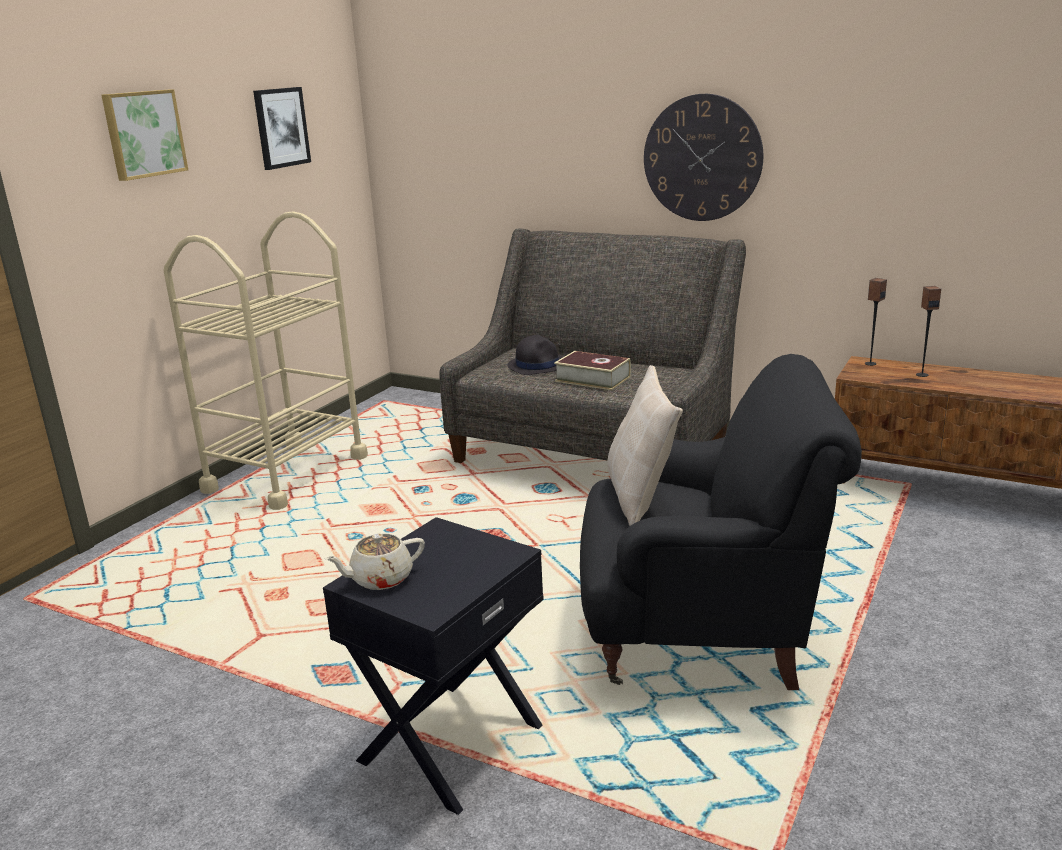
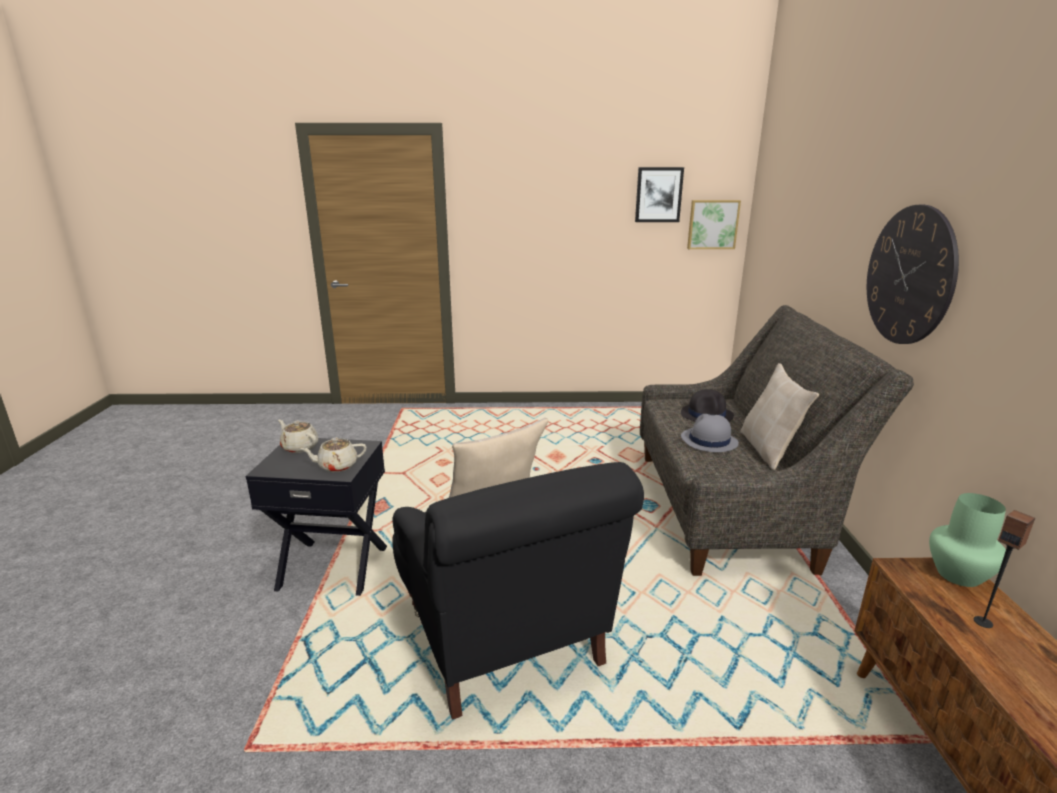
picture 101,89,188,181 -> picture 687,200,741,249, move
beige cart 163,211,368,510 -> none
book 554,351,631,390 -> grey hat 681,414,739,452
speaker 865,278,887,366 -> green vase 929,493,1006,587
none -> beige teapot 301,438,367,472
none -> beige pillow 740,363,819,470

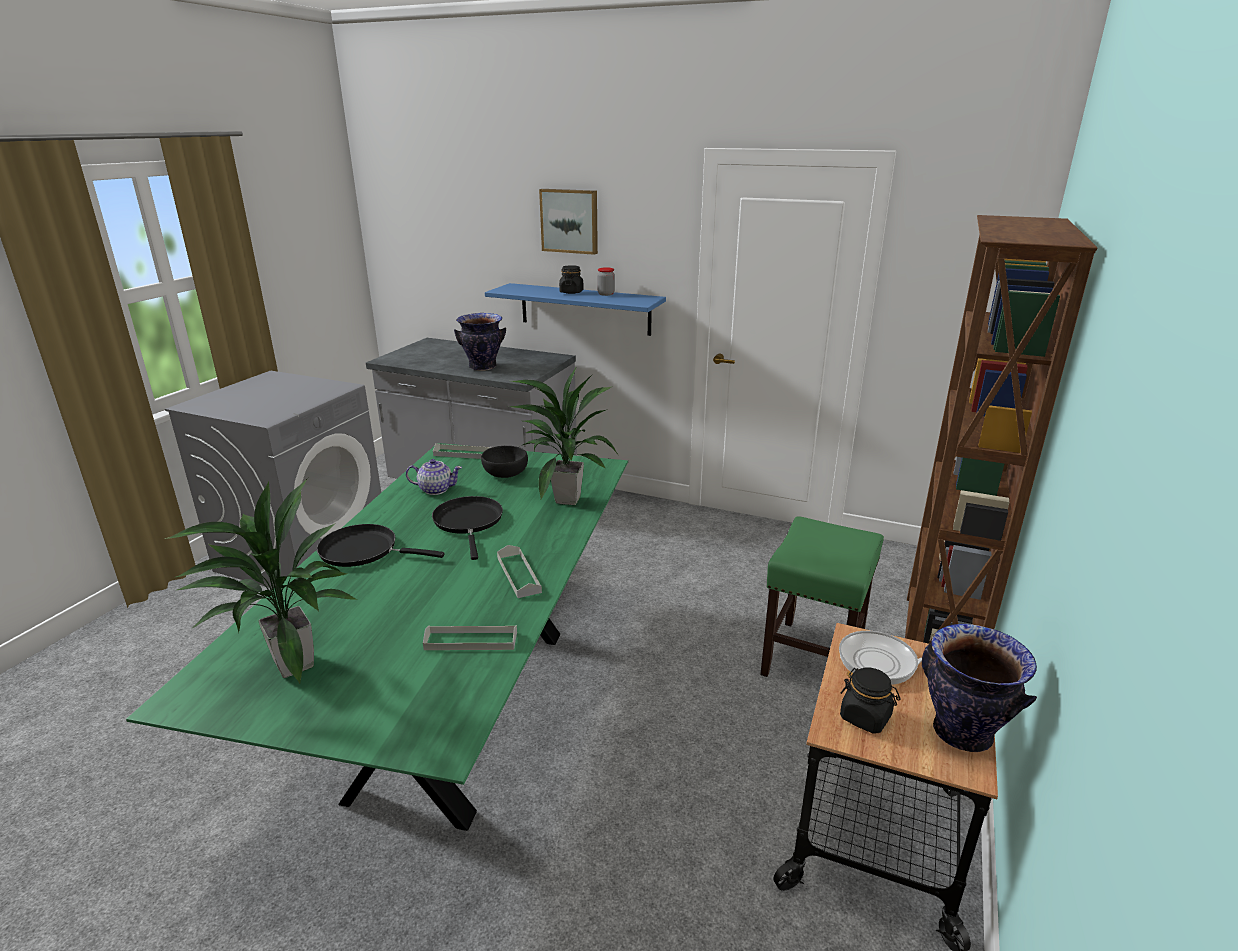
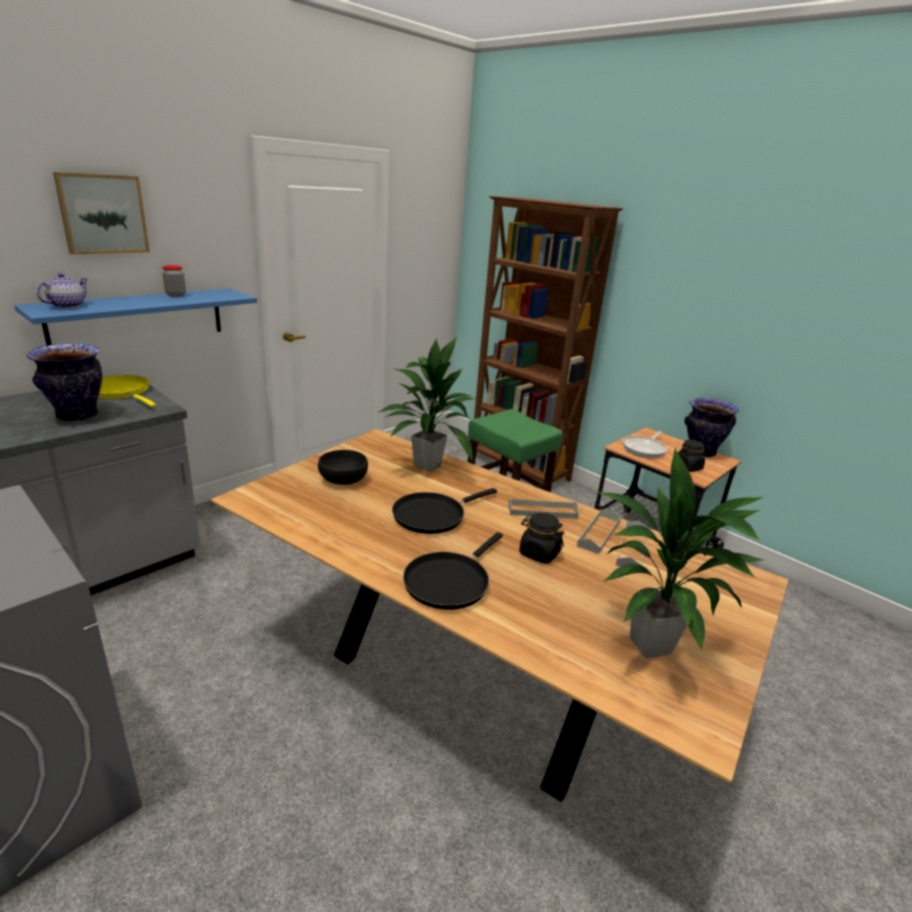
green dining table 126,443,628,831 -> brown dining table 211,429,789,802
teapot 406,459,462,495 -> teapot 36,273,88,308, move
black frying pan 432,496,503,560 -> black frying pan 392,488,497,534, 45 degrees counterclockwise
grey tray 433,443,492,459 -> grey tray 577,508,621,554, move
black jar 559,265,584,294 -> black jar 519,512,565,564, move
none -> yellow frying pan 98,375,156,407

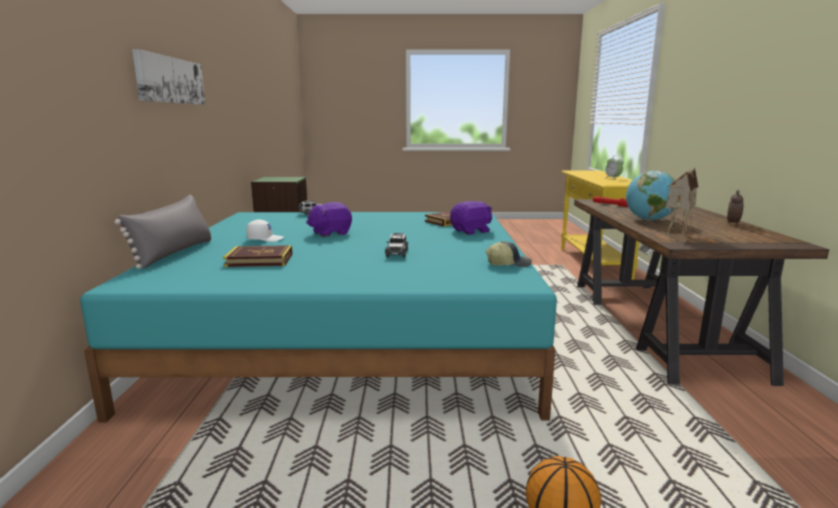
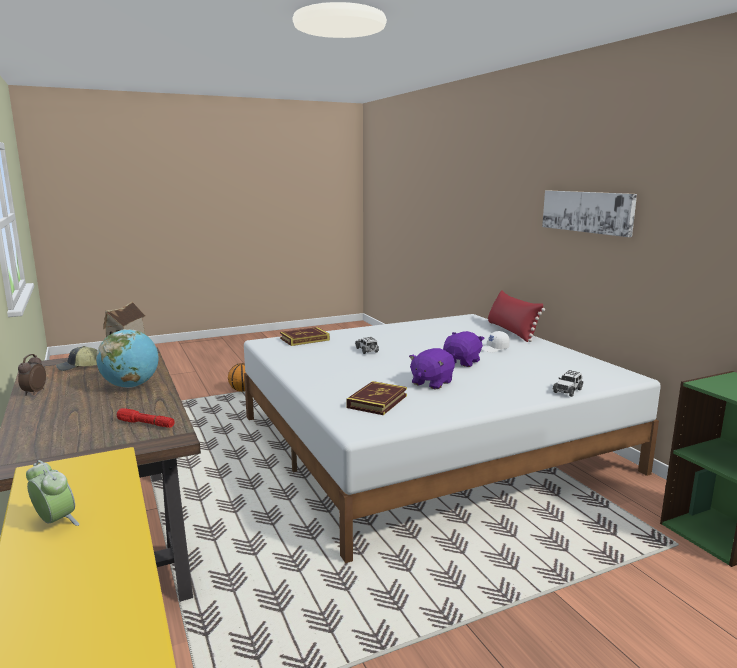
turquoise bed 80,212,557,423 -> white bed 244,314,661,563
grey pillow 114,194,211,269 -> red pillow 488,291,545,342
book 223,245,293,267 -> book 280,327,330,346, move
purple plush toy 450,201,492,235 -> purple plush toy 409,348,455,389, move
cap 486,241,532,267 -> cap 56,346,98,371, move

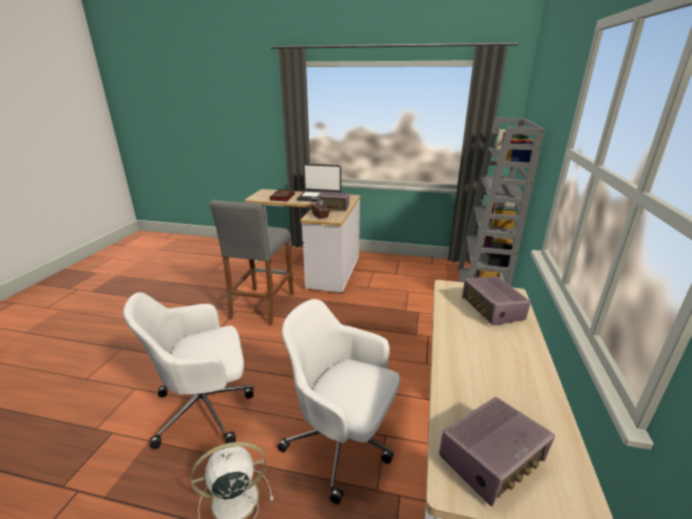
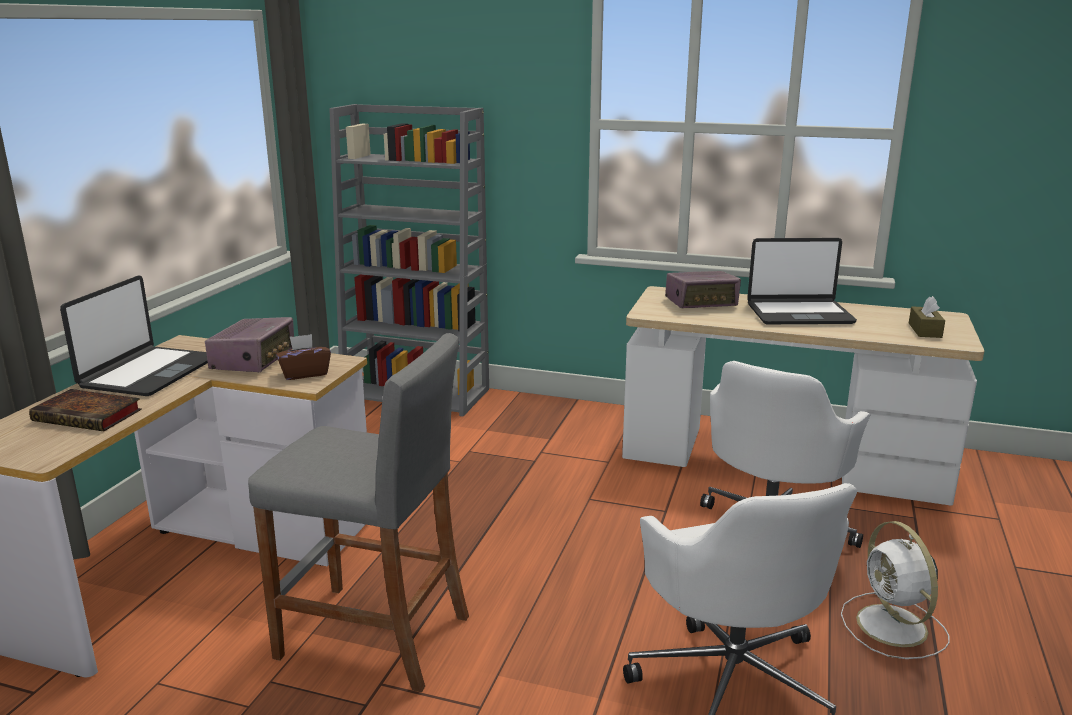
radio 439,397,555,507 -> brown tissue box 909,296,945,338
none -> laptop 747,238,857,324

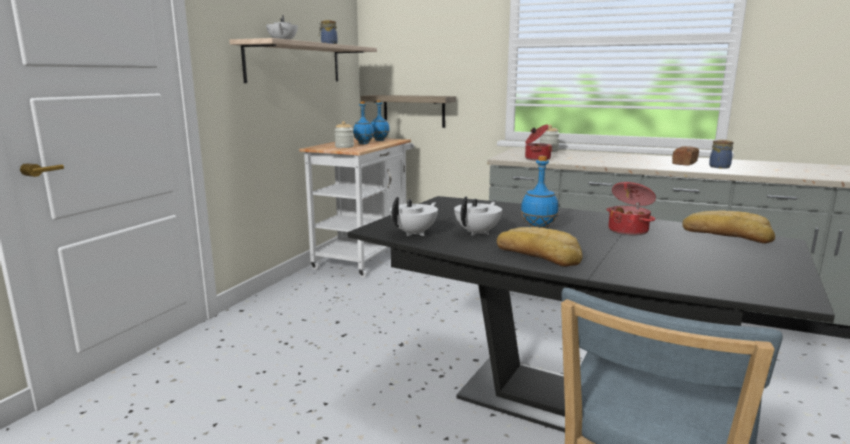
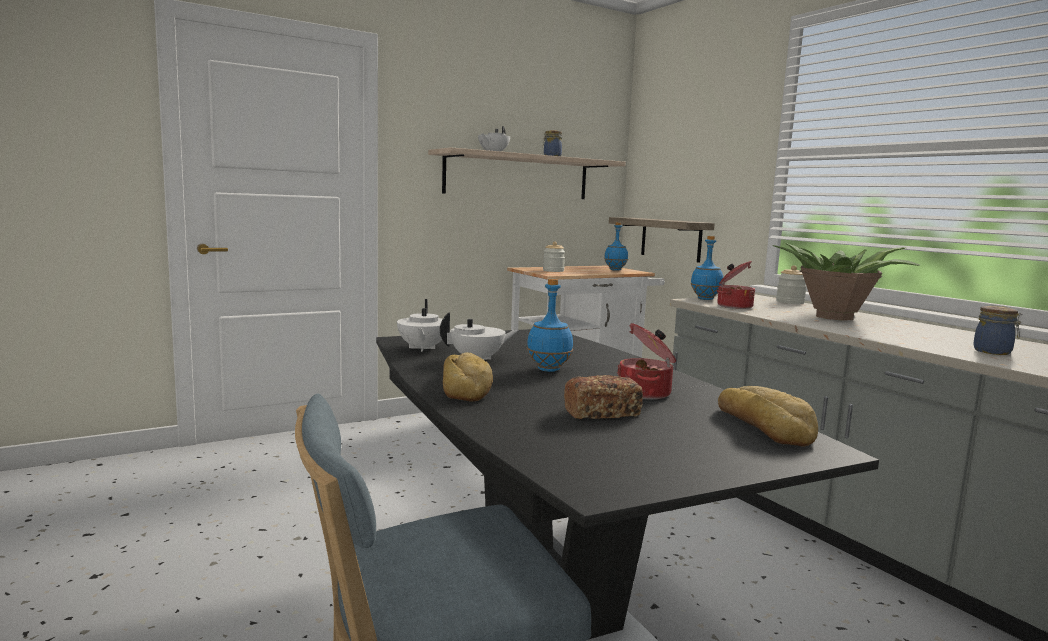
blue bottle 353,101,374,144 -> blue bottle 691,236,723,300, move
white teapot 390,197,438,236 -> white teapot 397,299,443,352, 105 degrees clockwise
bread 672,146,699,166 -> bread 564,375,643,419, move
none -> potted plant 772,243,920,321

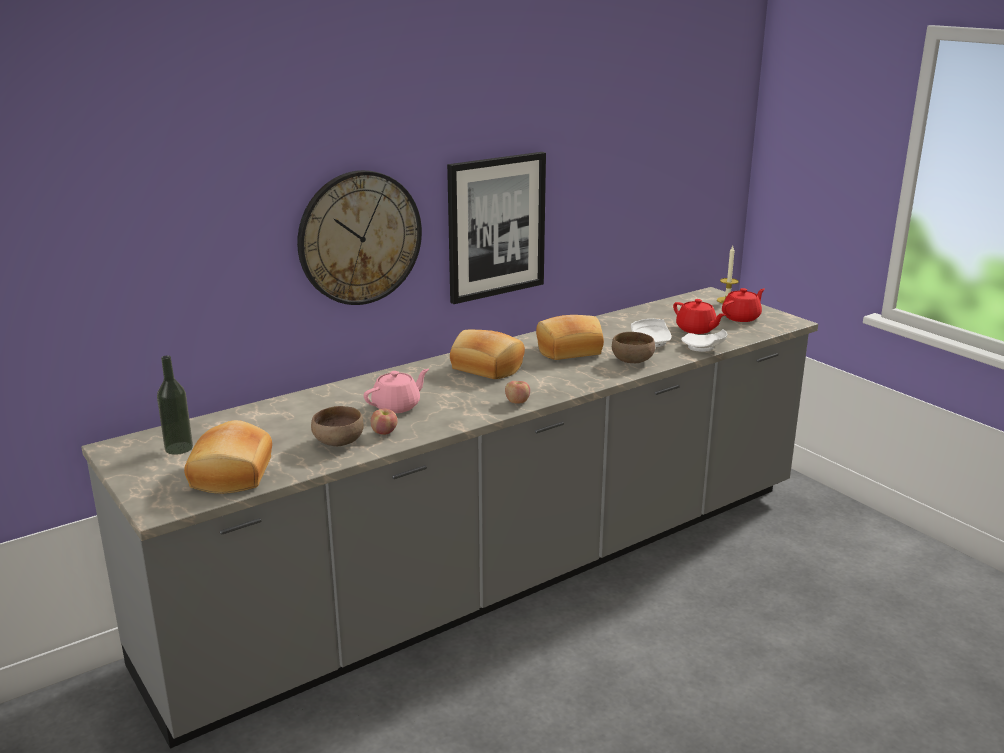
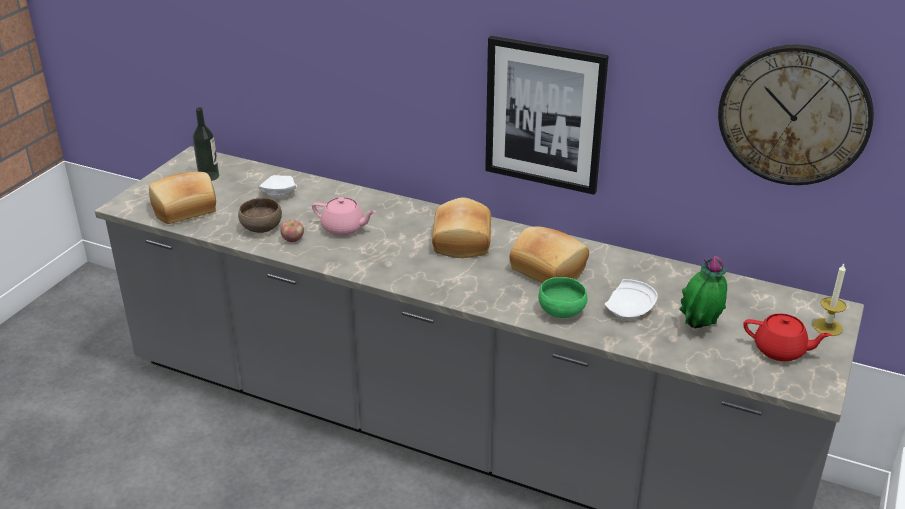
wall clock 297,170,422,305 -> wall clock 718,45,874,185, move
apple 505,381,530,404 -> none
brown bowl 612,332,655,363 -> green bowl 538,277,588,318
red teapot 673,299,726,334 -> potted plant 679,256,727,329
white plate 681,329,727,352 -> white plate 258,175,297,197, move

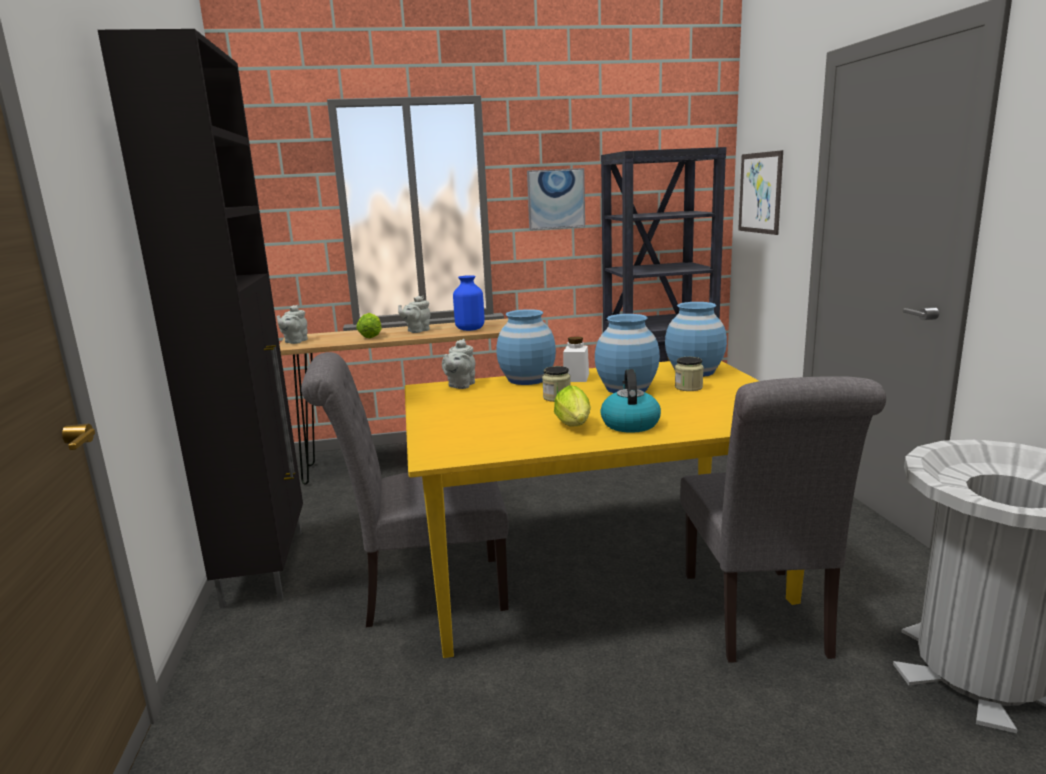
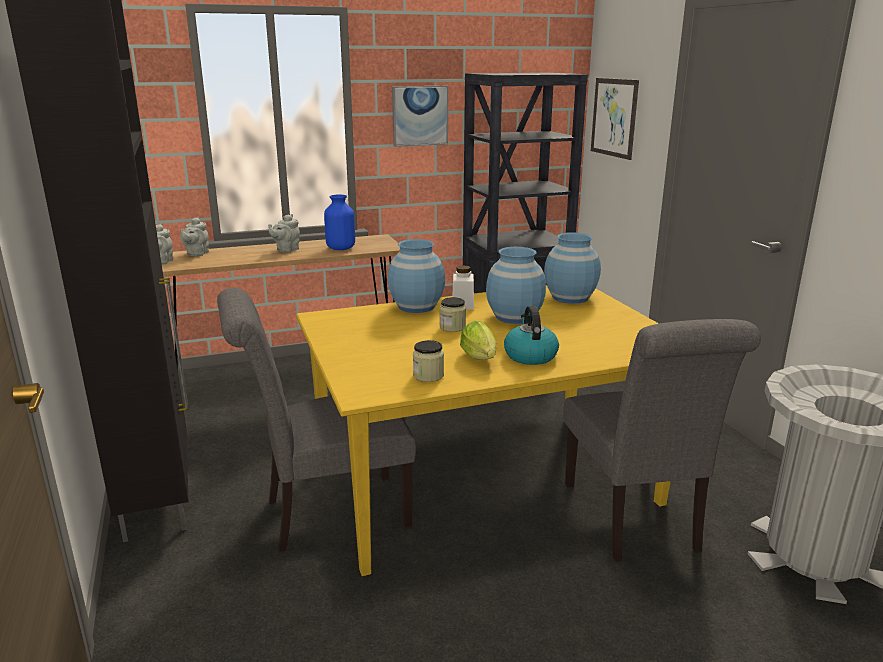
lettuce 356,313,382,338 -> none
grey teapot 442,339,475,389 -> grey teapot 180,217,209,256, move
jar 675,357,704,391 -> jar 413,340,444,382, move

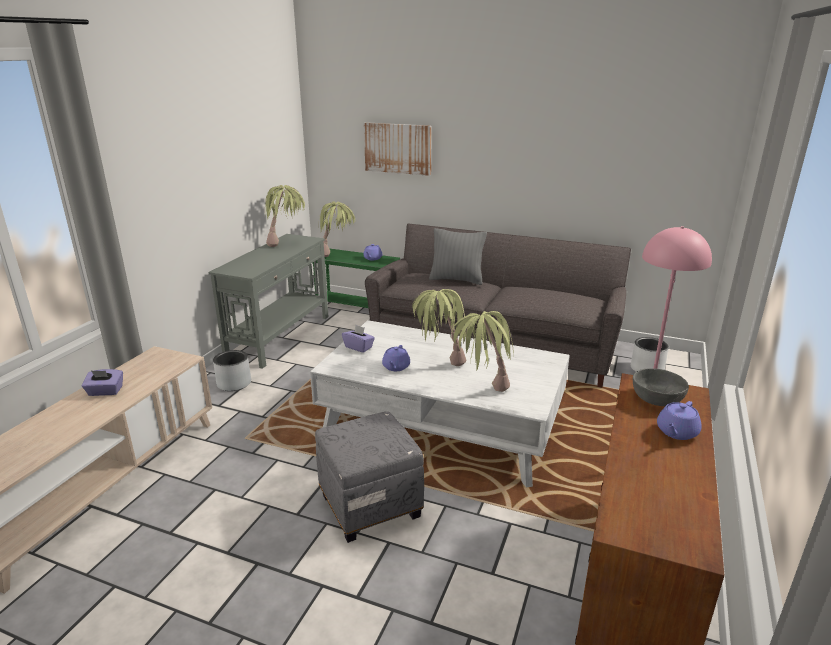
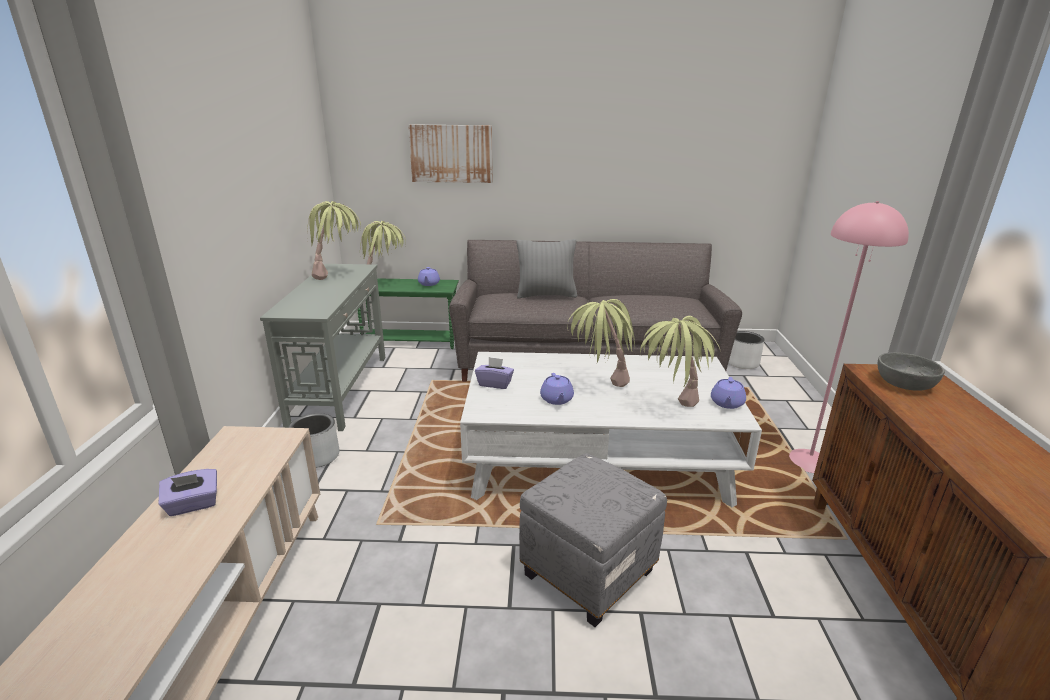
purple teapot 657,401,702,440 -> purple teapot 711,377,746,409, move

